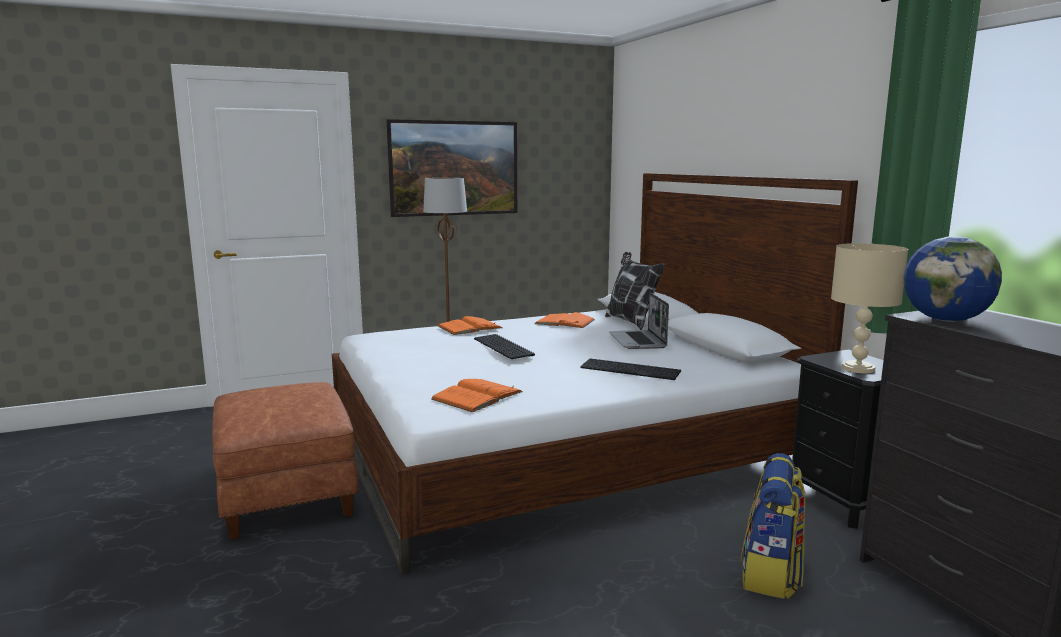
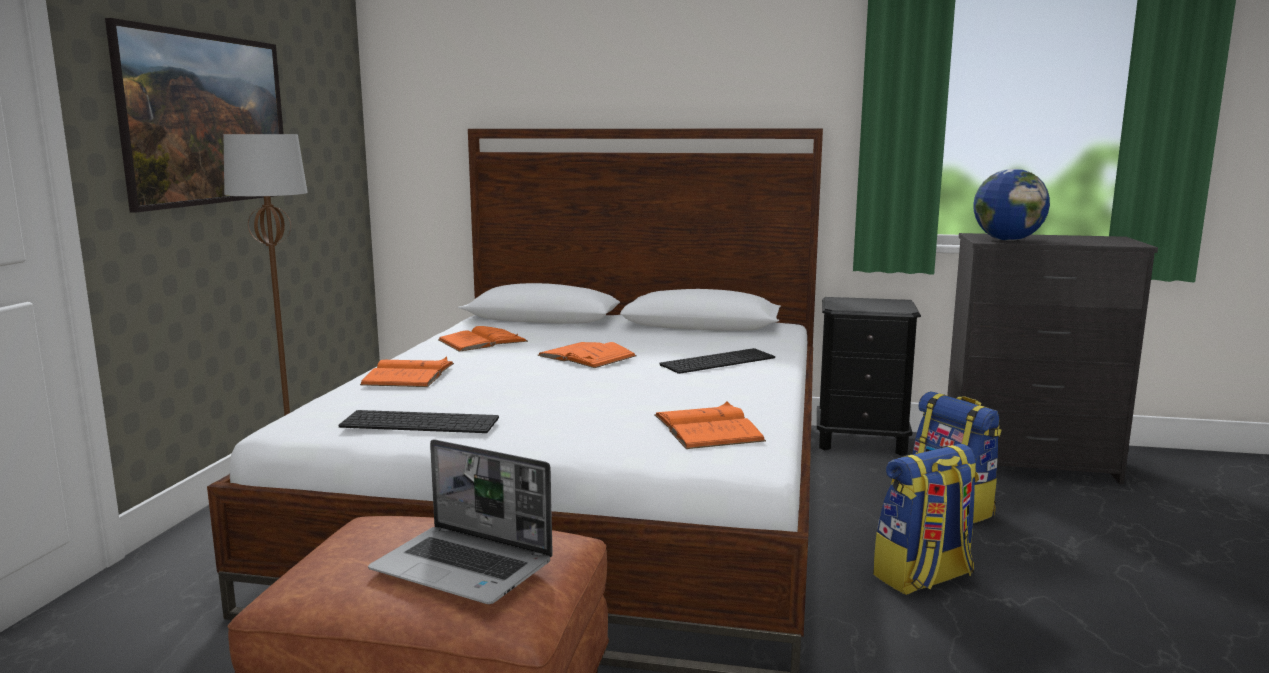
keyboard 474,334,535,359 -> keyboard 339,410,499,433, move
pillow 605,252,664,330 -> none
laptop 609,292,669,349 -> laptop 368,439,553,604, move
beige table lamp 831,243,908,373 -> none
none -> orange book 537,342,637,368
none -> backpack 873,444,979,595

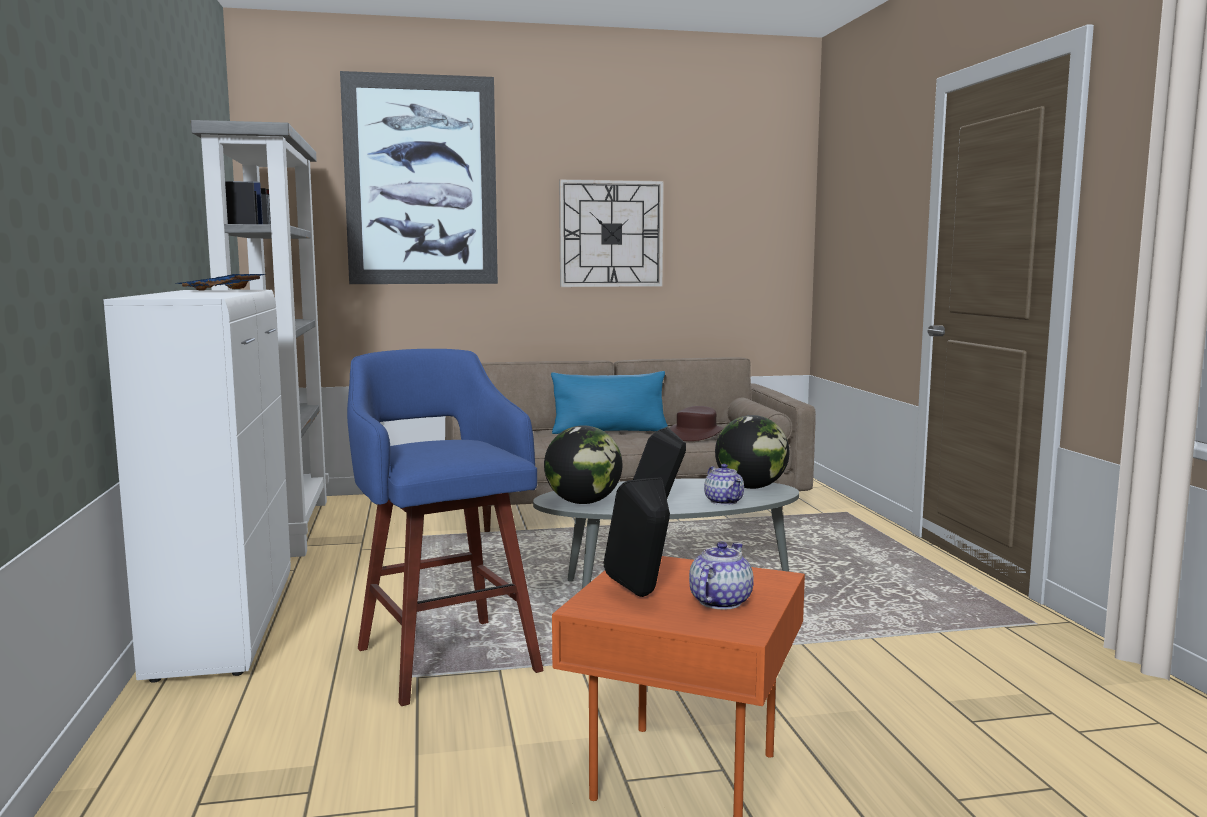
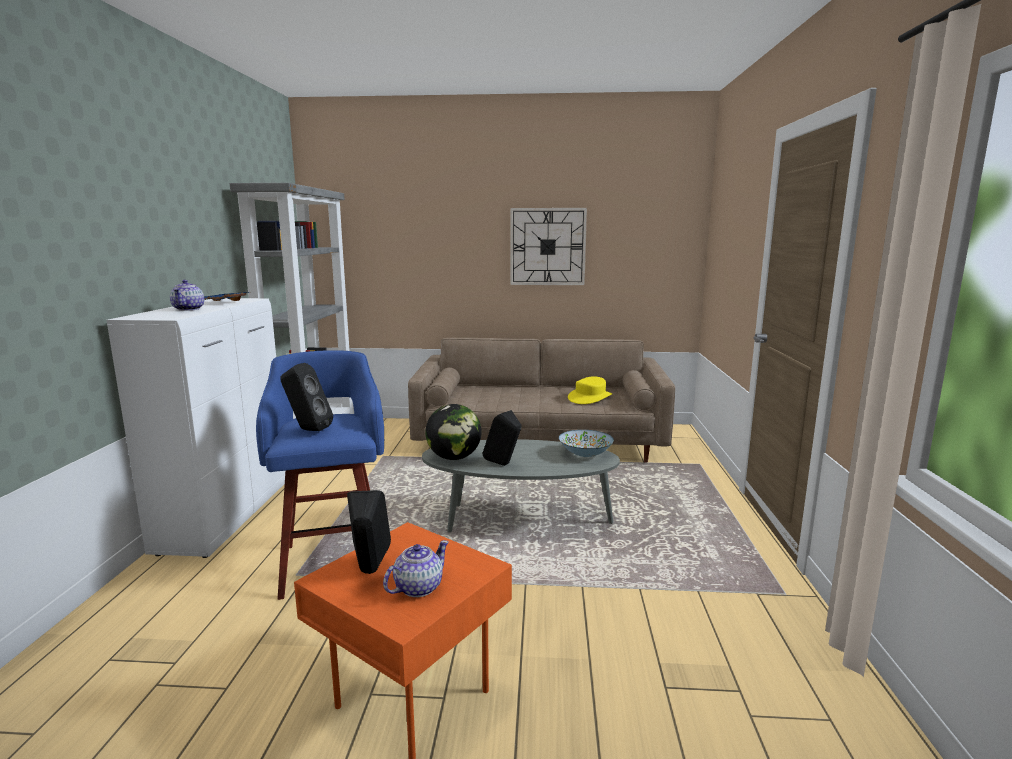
picture 340,71,498,284 -> none
blue pillow 551,371,668,434 -> none
brown hat 669,406,723,441 -> yellow hat 568,376,612,404
teapot 704,464,744,505 -> teapot 170,280,204,311, move
globe 715,415,789,489 -> bowl 559,430,614,457
none -> black speaker 280,363,333,431

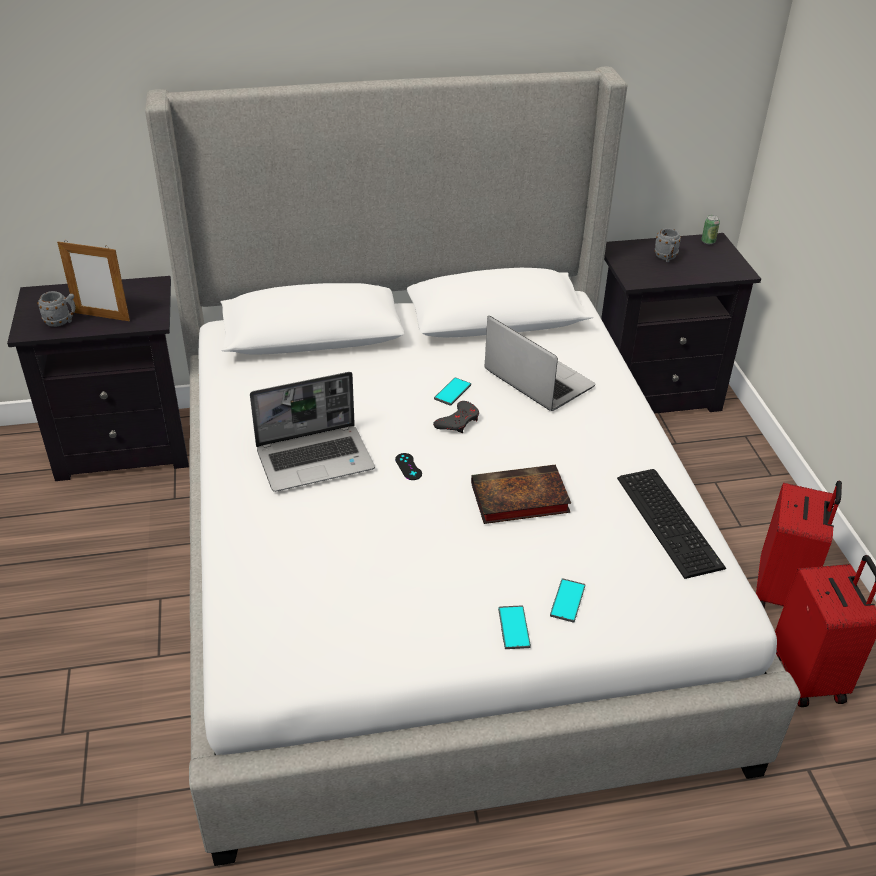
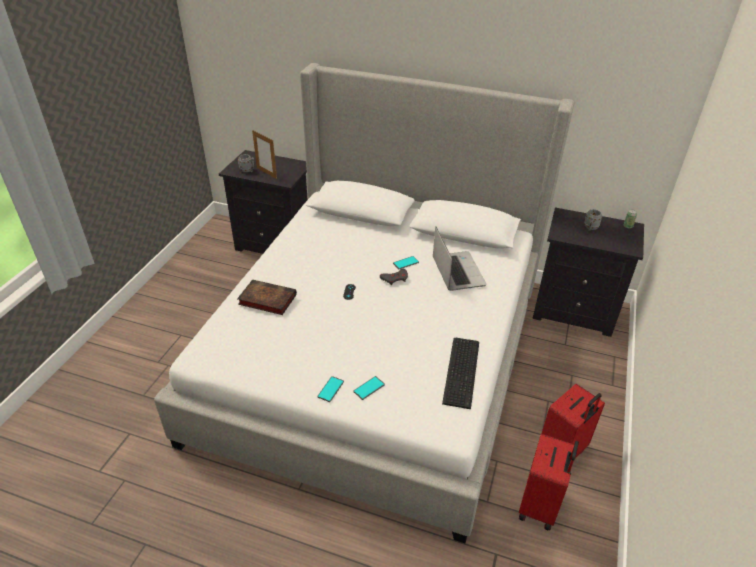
laptop 250,372,375,492 -> none
book 471,464,571,524 -> book 237,279,297,315, move

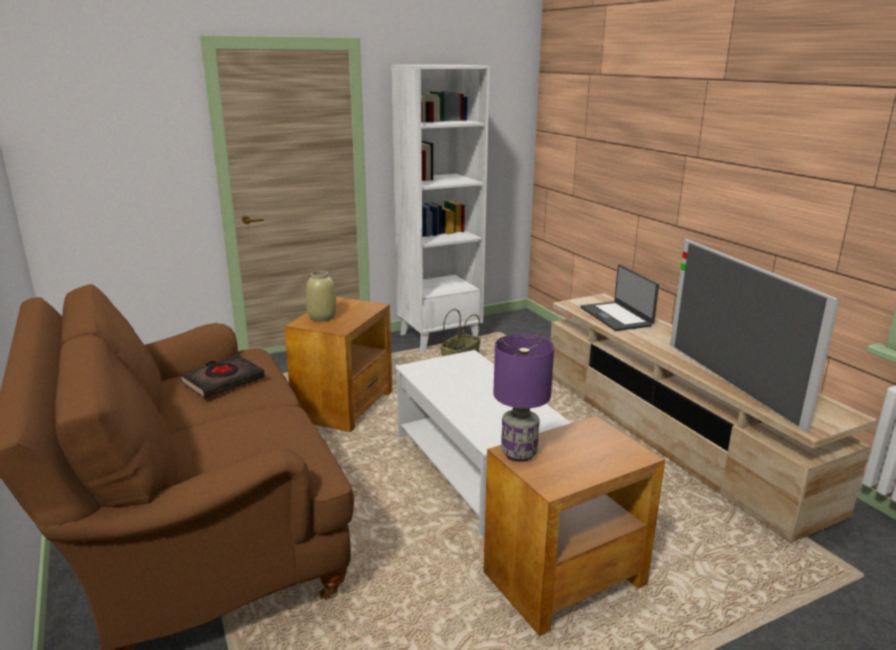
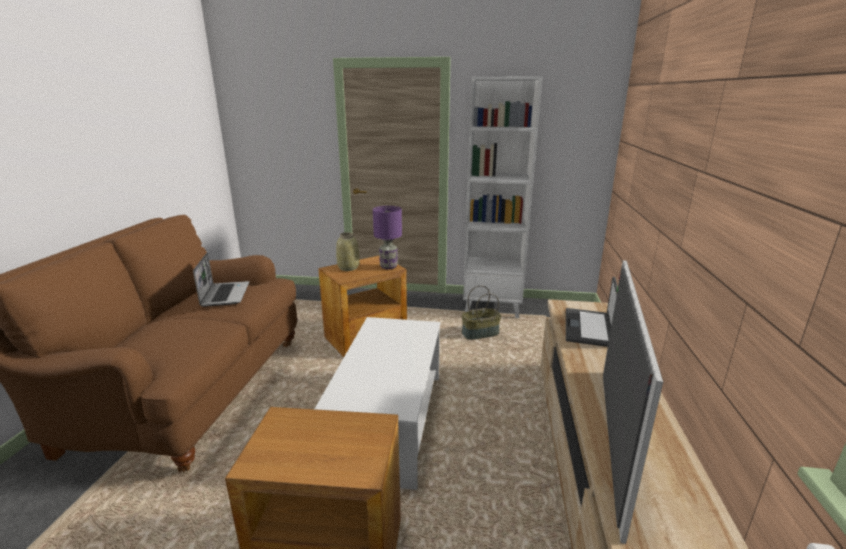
black book 180,355,265,398 -> laptop 193,253,249,307
purple table lamp 493,334,554,462 -> purple table lamp 373,206,402,270, move

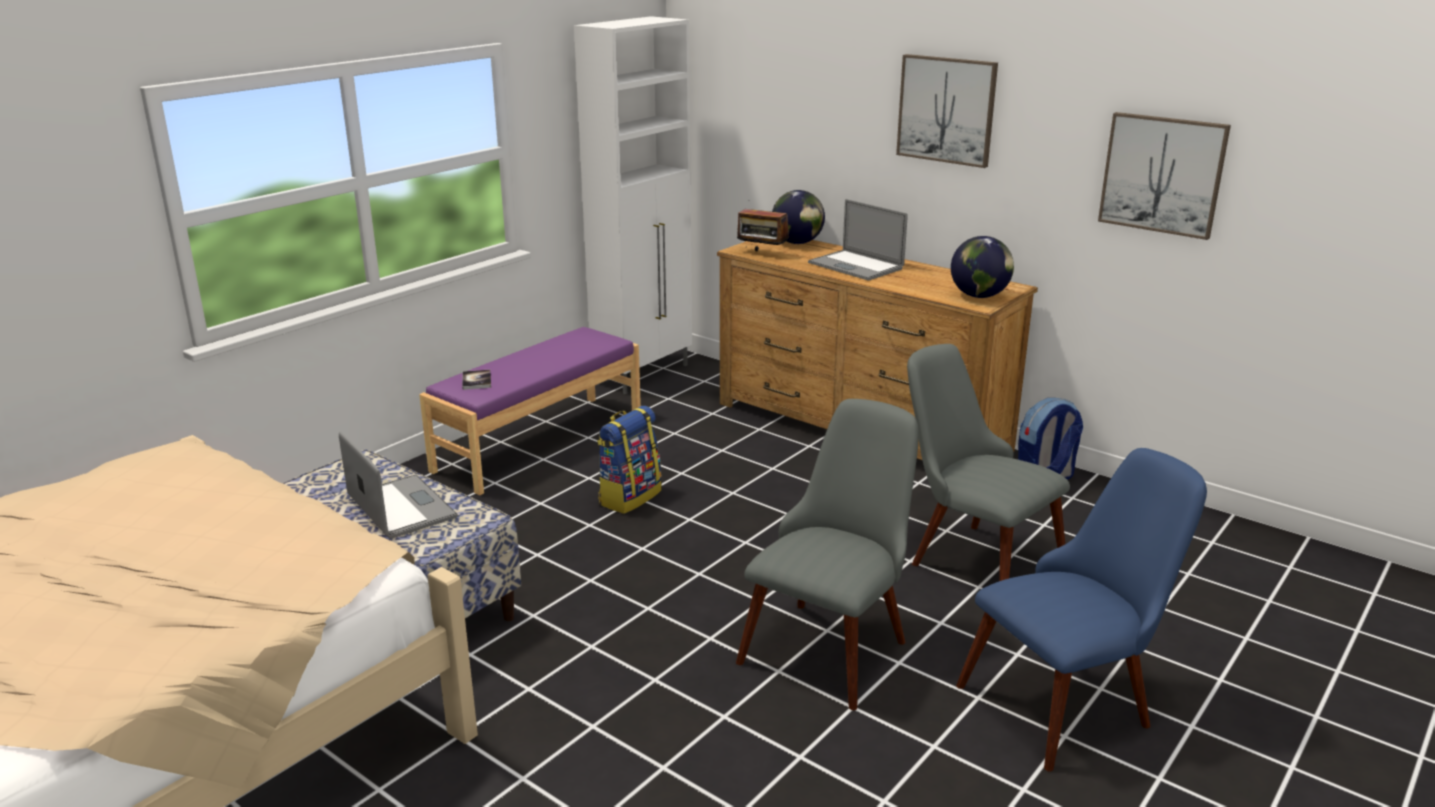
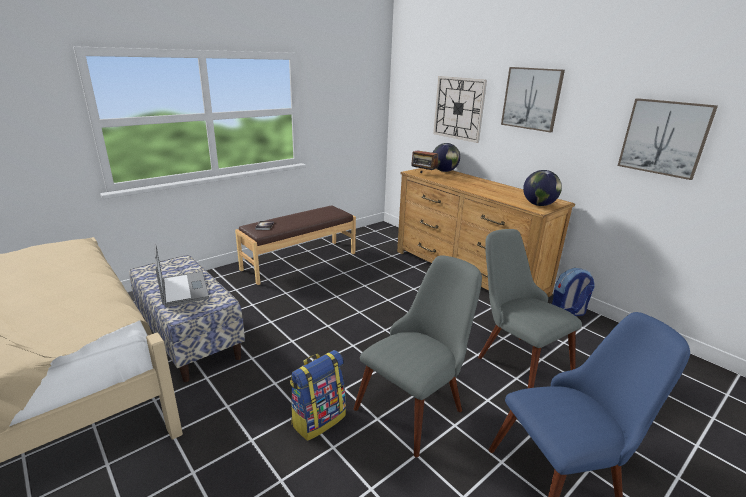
purple bench 419,327,641,495 -> brown bench 235,205,356,285
white cabinet 574,16,692,394 -> none
backpack 597,406,662,514 -> backpack 290,350,346,441, move
laptop 808,199,908,280 -> none
none -> wall clock 433,76,487,143

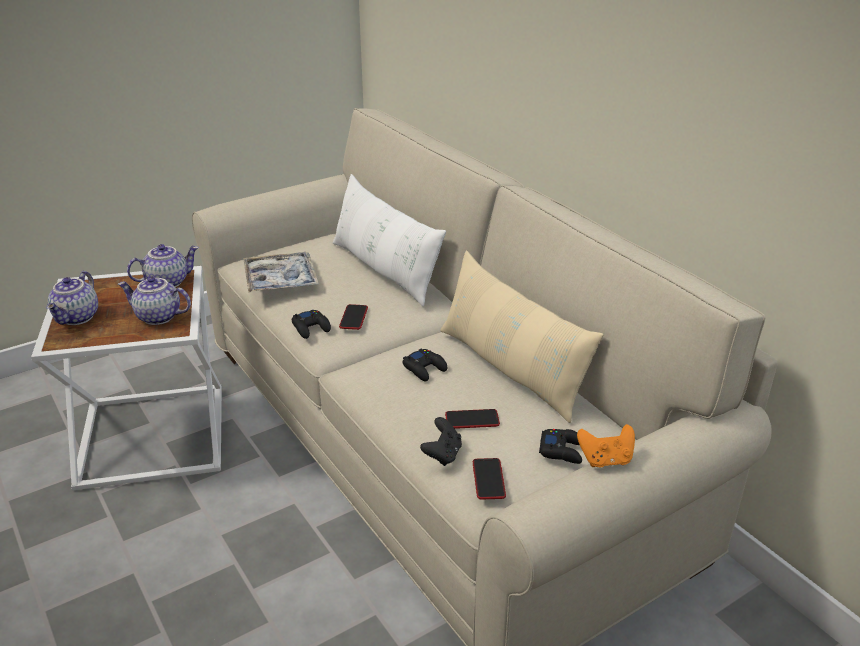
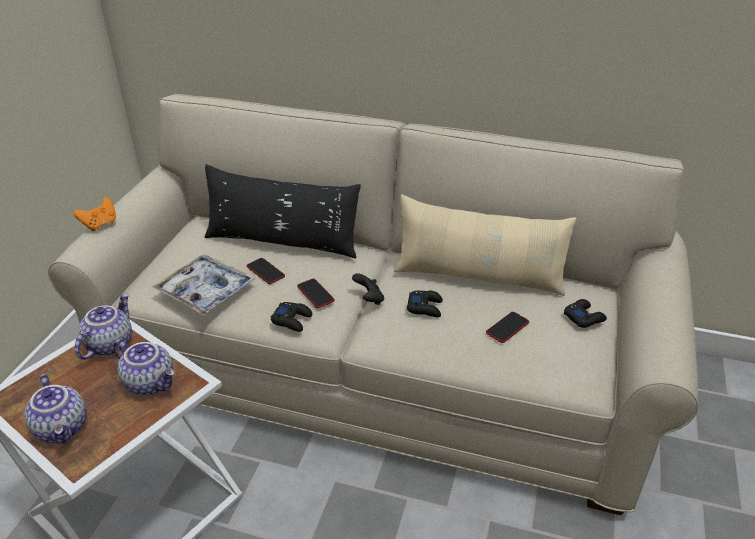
teapot 118,276,191,325 -> teapot 113,339,175,395, 120 degrees counterclockwise
white pillow 333,174,446,307 -> black pillow 205,164,361,259
black game controller 420,417,462,466 -> black game controller 352,273,384,305, move
phone 473,458,506,499 -> phone 247,258,285,284, move
orange game controller 577,424,635,468 -> orange game controller 74,197,116,231, move

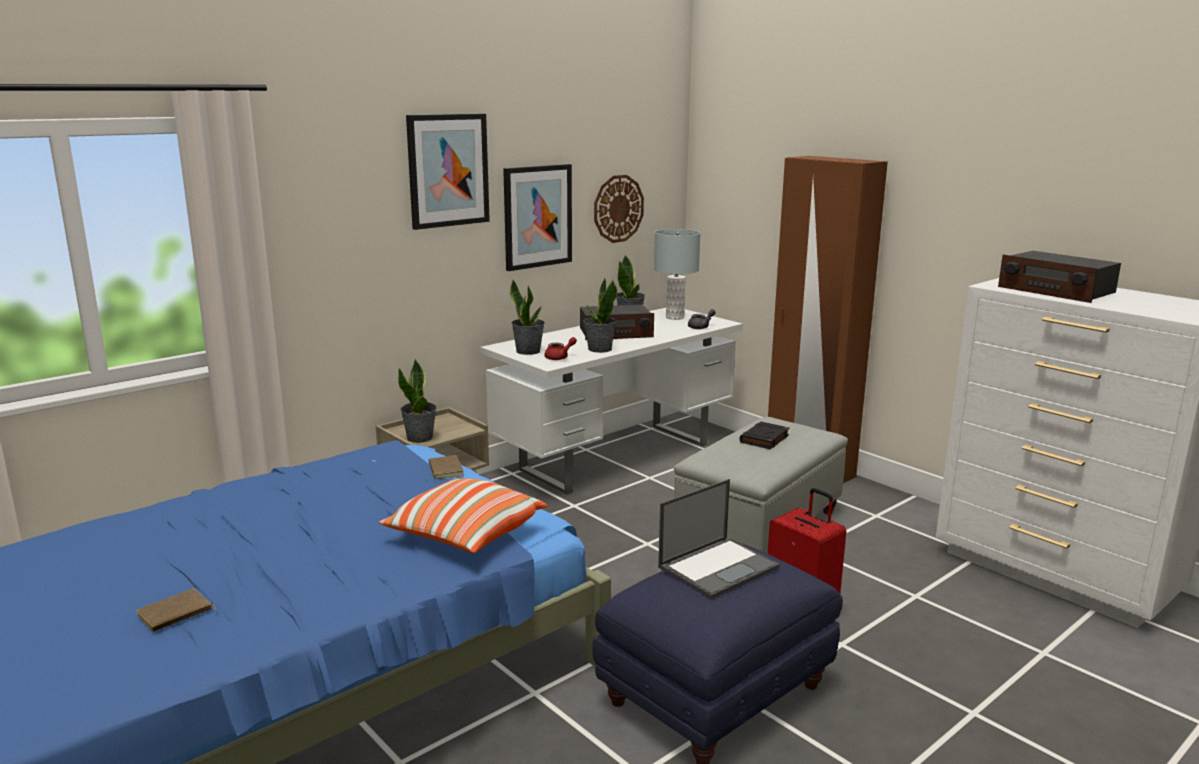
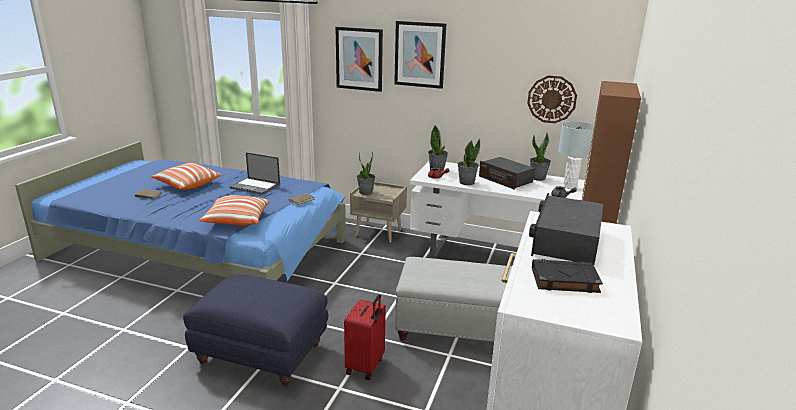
picture 503,164,572,271 -> picture 336,27,383,92, move
laptop 658,479,780,599 -> laptop 229,152,280,195, move
black book 739,422,790,449 -> black book 532,259,603,293, move
none -> pillow 151,163,221,189

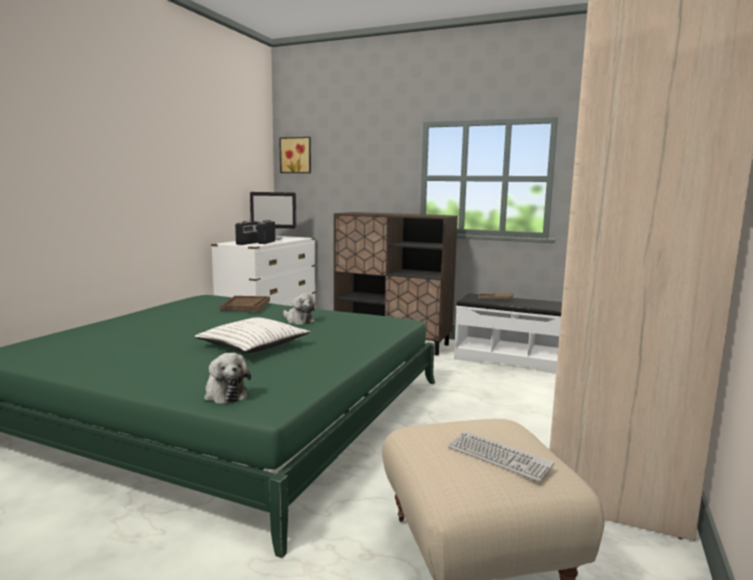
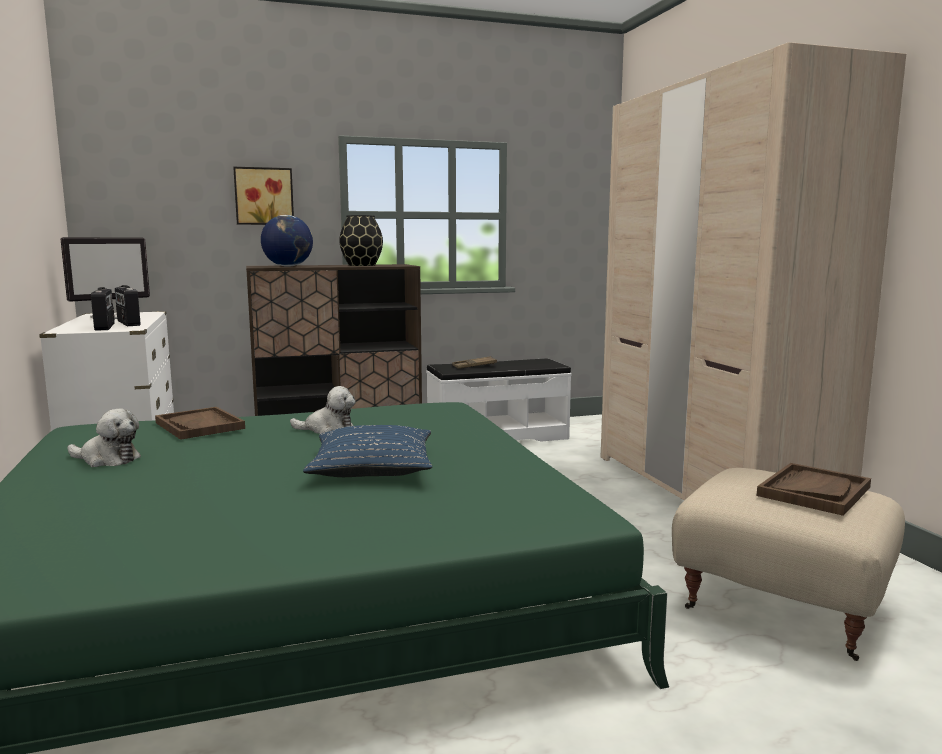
white pillow 194,317,310,353 -> blue pillow 303,425,432,477
plush toy 204,353,251,404 -> plush toy 67,408,141,467, move
picture 279,137,311,173 -> picture 233,167,294,225, move
keyboard 448,431,554,482 -> brown tray 757,463,871,516
none -> globe 261,215,313,267
none -> black vase 339,215,383,266

